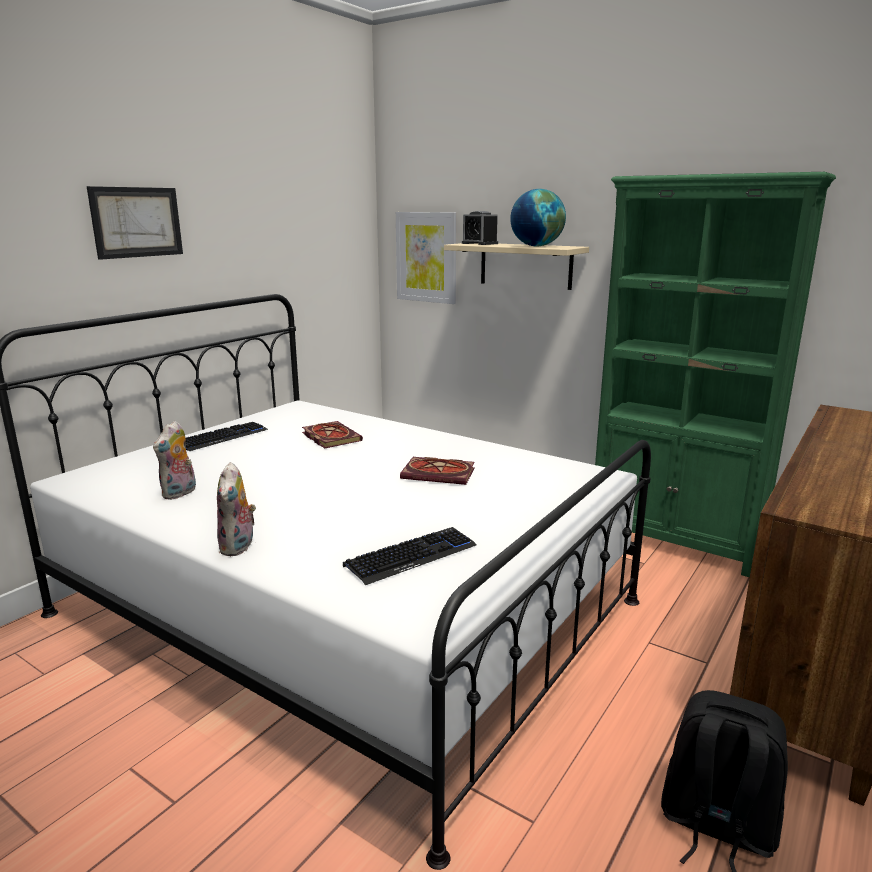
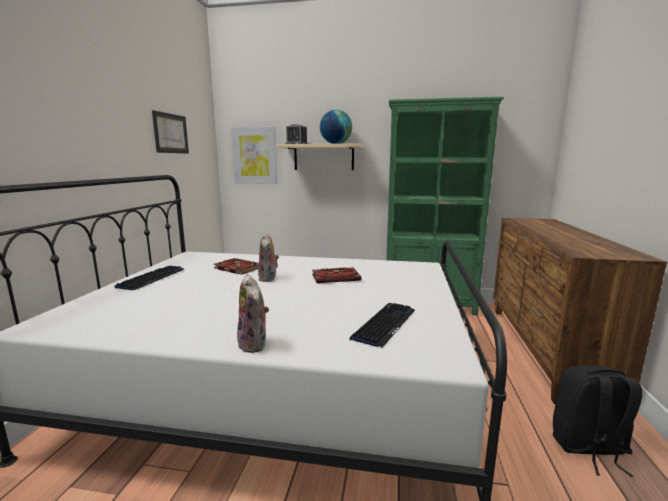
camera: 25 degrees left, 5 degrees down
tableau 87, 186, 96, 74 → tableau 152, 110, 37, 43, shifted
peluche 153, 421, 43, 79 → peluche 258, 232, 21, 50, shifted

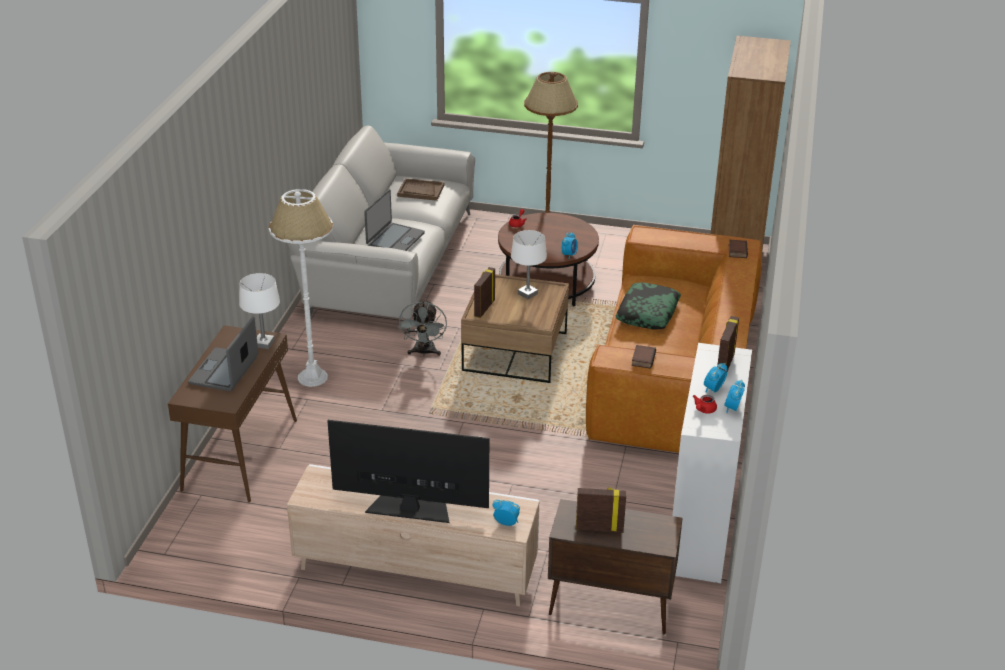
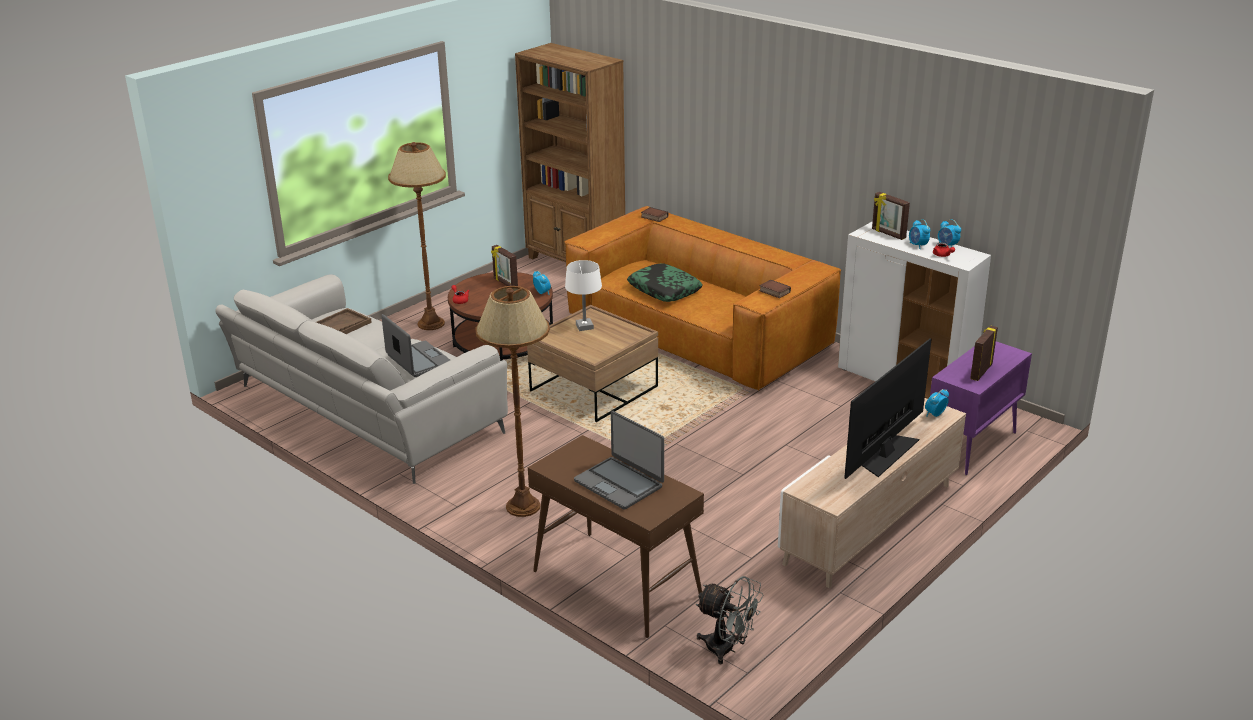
camera: 60 degrees left, 5 degrees down
lampadaire (blanc) 269, 189, 64, 198 → lampadaire (marron) 475, 286, 75, 231
cadre photo 474, 267, 21, 51 → cadre photo 491, 245, 27, 41, shifted
lampe de table (blanc) 239, 273, 41, 76 → -
ventilateur (gris) 398, 299, 49, 57 → ventilateur (gris) 696, 576, 67, 88, shifted
meuble de rangement (marron) 548, 499, 135, 136 → meuble de rangement (violet) 930, 341, 102, 134

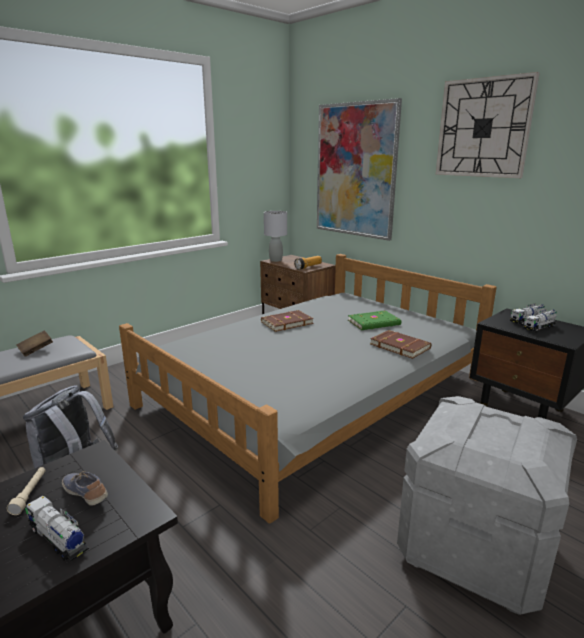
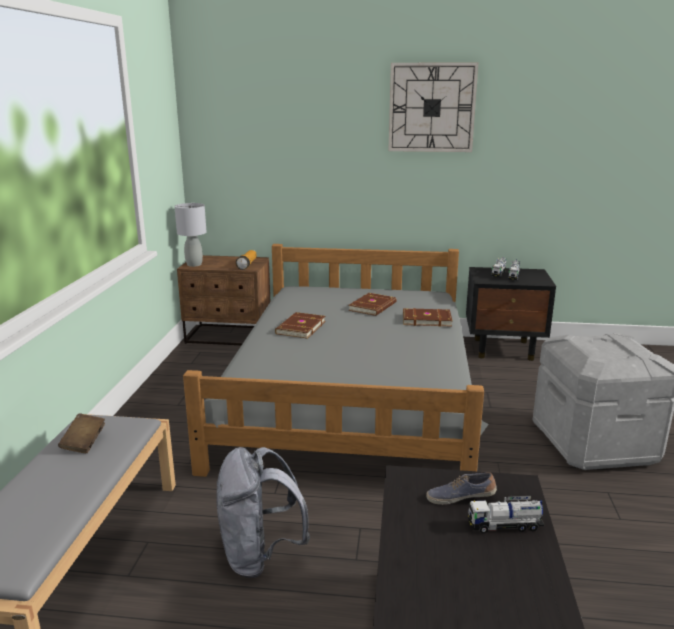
camera: 40 degrees left, 0 degrees up
tableau 317, 98, 85, 143 → -
livre (vert) 348, 310, 53, 20 → livre (marron) 348, 293, 48, 23
lampe de poche (beige) 6, 467, 40, 48 → -

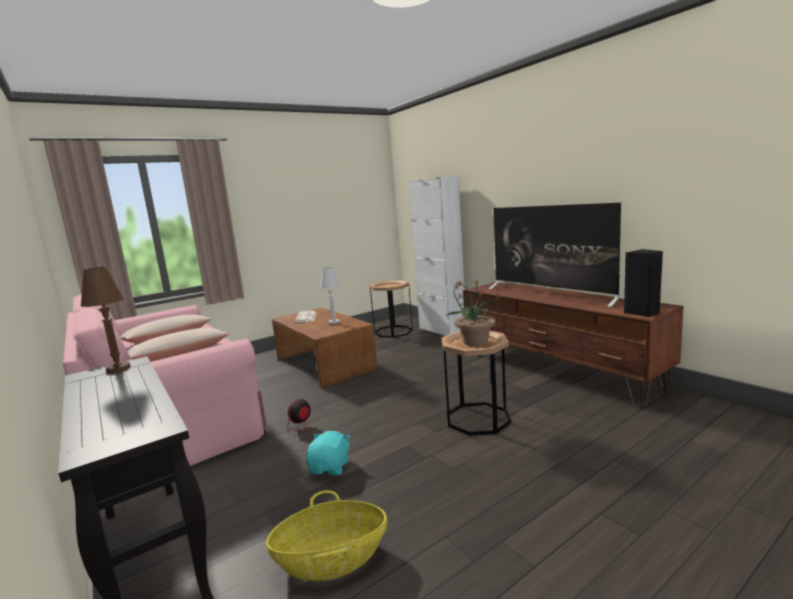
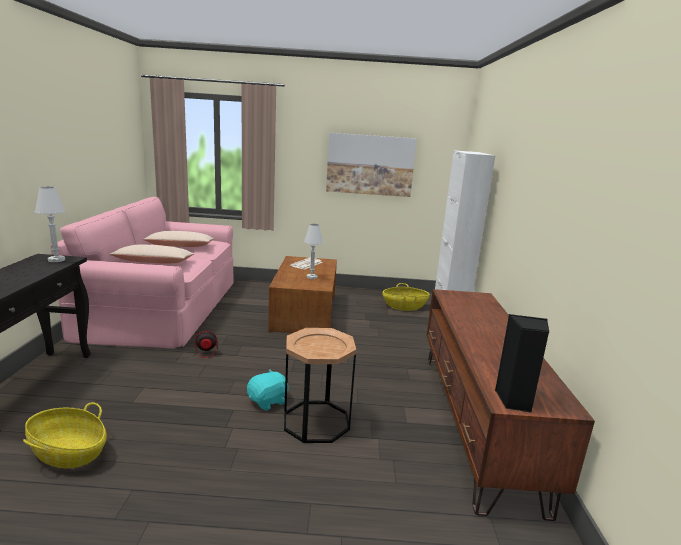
camera: 35 degrees right, 5 degrees up
téléviseur 489, 203, 135, 104 → -
lampe de table (marron) 81, 267, 50, 106 → lampe de table (blanc) 35, 187, 31, 75
table d'appoint (marron) 370, 280, 43, 58 → panier 382, 283, 48, 28
plante en pot 444, 280, 57, 66 → -
peluche (turquoise) 306, 431, 44, 45 → peluche (turquoise) 247, 369, 41, 42, shifted
- → tableau 326, 133, 91, 64

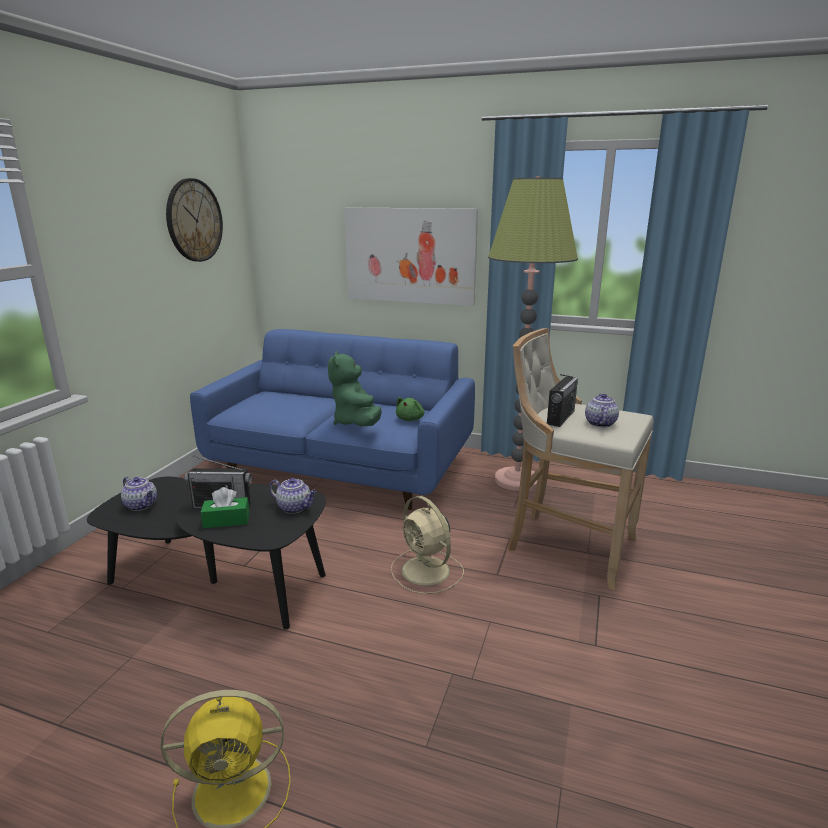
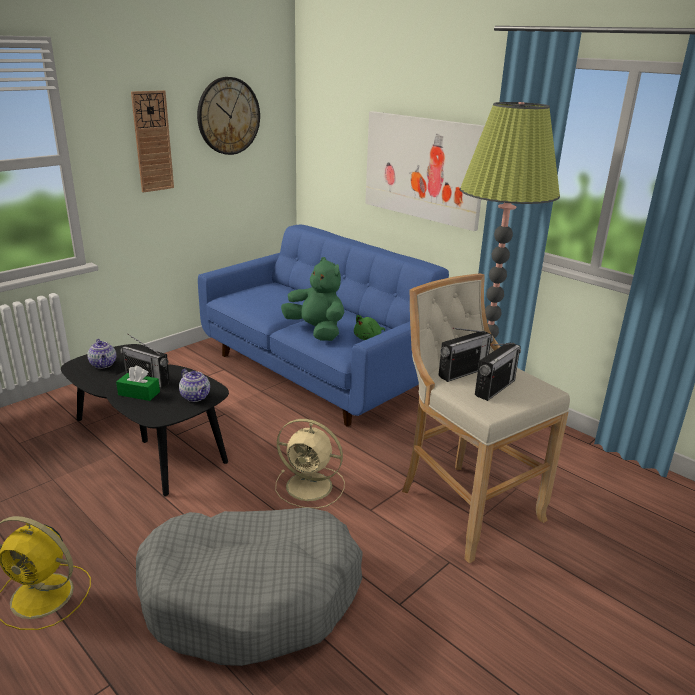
camera: 25 degrees right, 5 degrees up
peluche (vert) 328, 351, 54, 75 → peluche (vert) 281, 257, 63, 84, 120 degrees clockwise
théière 585, 394, 34, 33 → radio 475, 343, 46, 58
ventilateur (beige) 391, 496, 73, 98 → ventilateur (beige) 275, 419, 70, 90, 60 degrees counterclockwise
- → horloge murale 131, 90, 43, 103
- → panier pour chien (gris) 136, 507, 226, 159

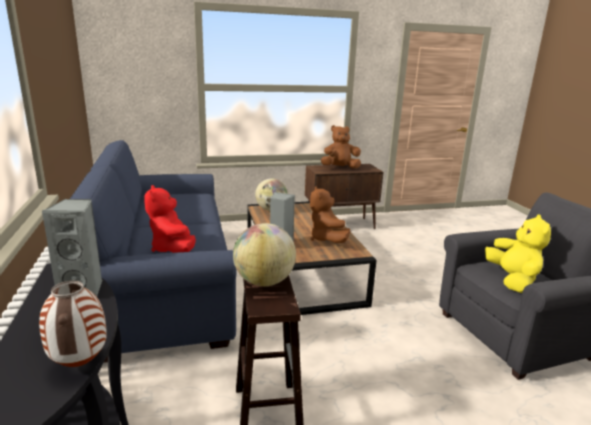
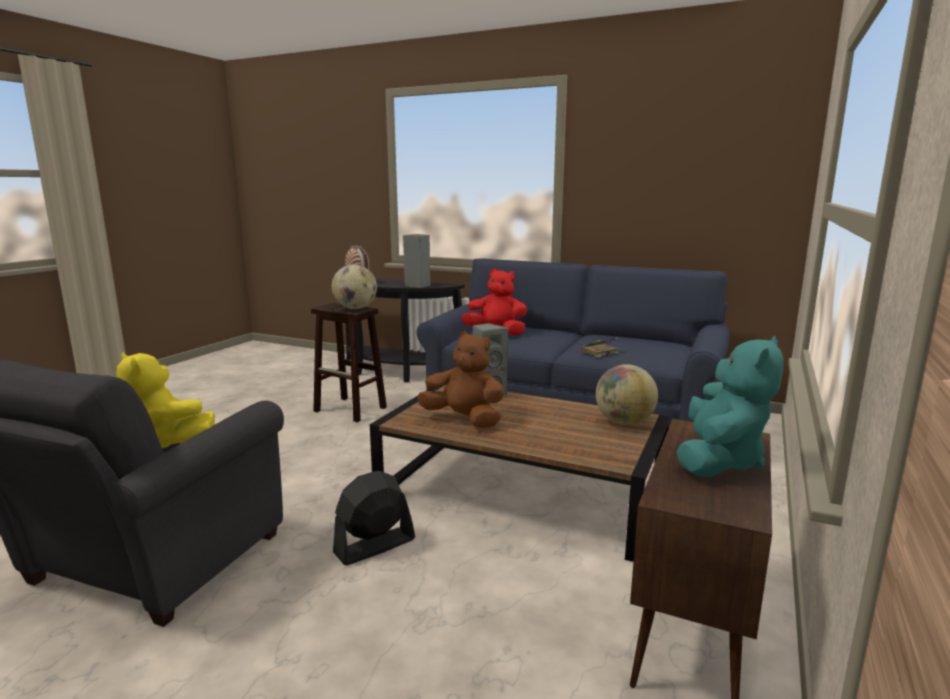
camera: 130 degrees right, 5 degrees down
peluche (marron) 321, 125, 40, 44 → peluche (turquoise) 676, 336, 108, 141
- → livre 581, 337, 38, 21
- → ventilateur (noir) 333, 471, 82, 94

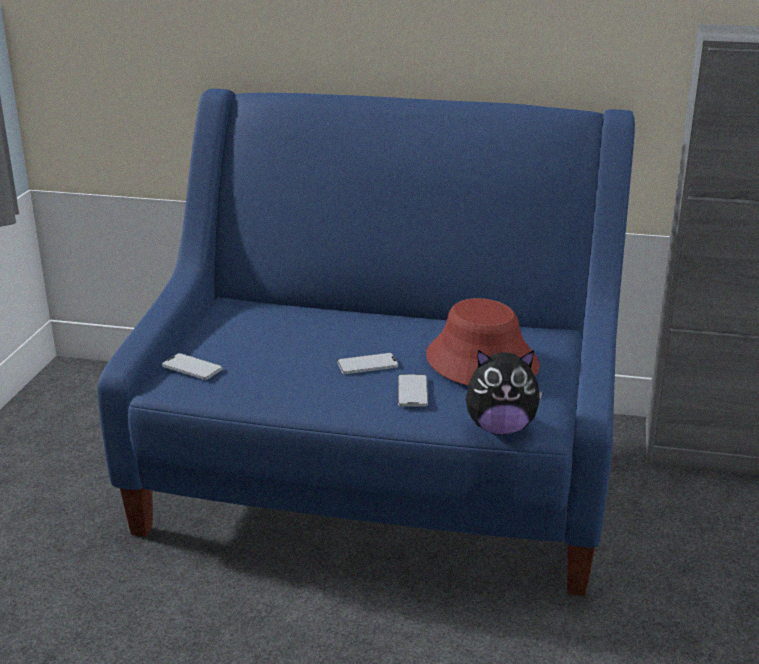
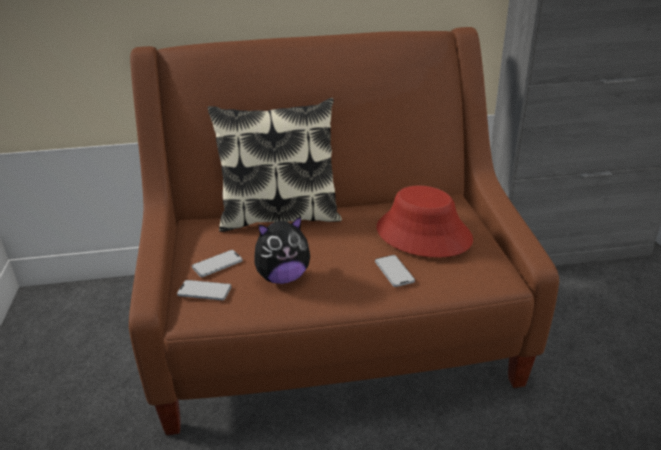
camera: 20 degrees left, 5 degrees up
canapé (bleu) 97, 89, 538, 507 → canapé (marron) 129, 27, 430, 408
peluche 466, 350, 77, 85 → peluche 254, 216, 56, 68, shifted
téléphone 337, 353, 61, 21 → téléphone 192, 250, 51, 27, shifted
- → coussin 208, 98, 134, 134

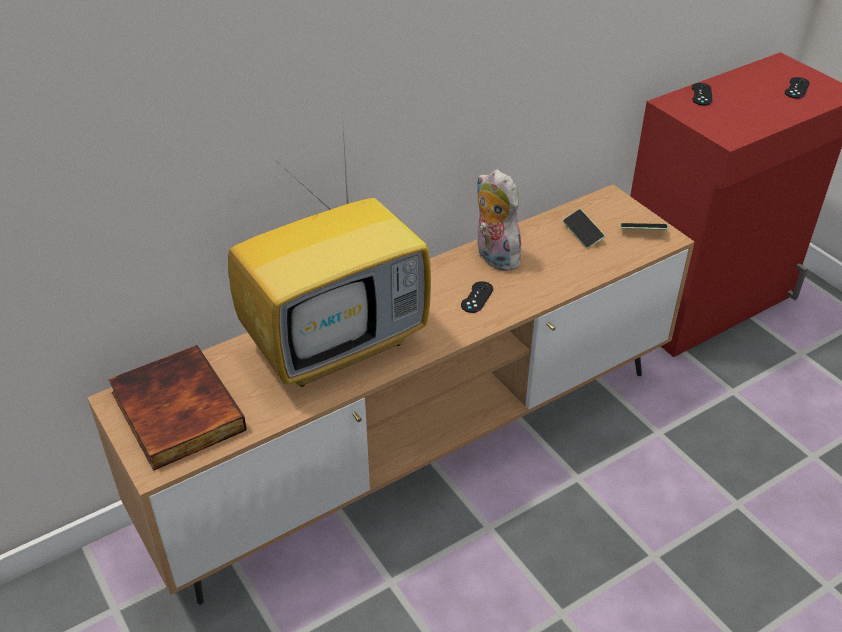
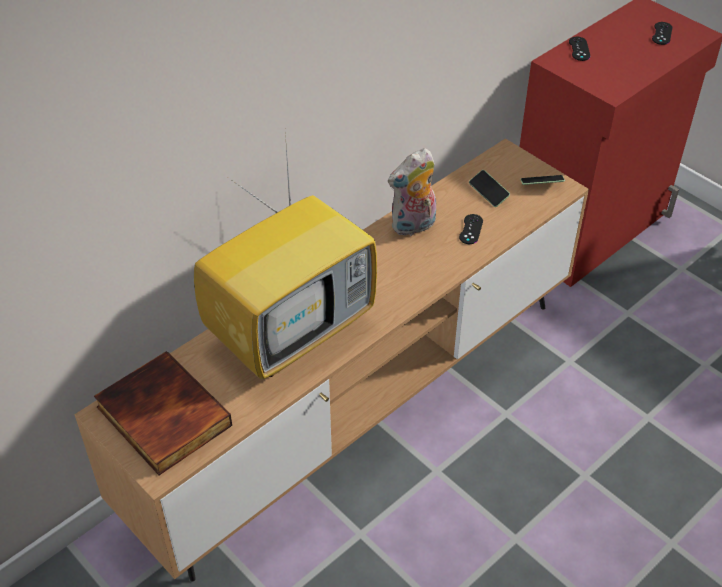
camera: 10 degrees left, 5 degrees up
peluche 477, 169, 46, 102 → peluche 388, 148, 48, 88, 75 degrees counterclockwise
manette (noir) 461, 281, 32, 32 → manette (noir) 459, 214, 24, 30, shifted

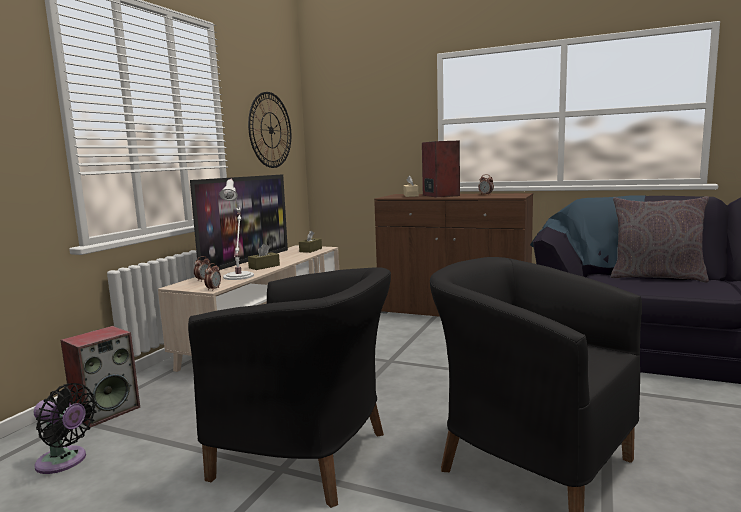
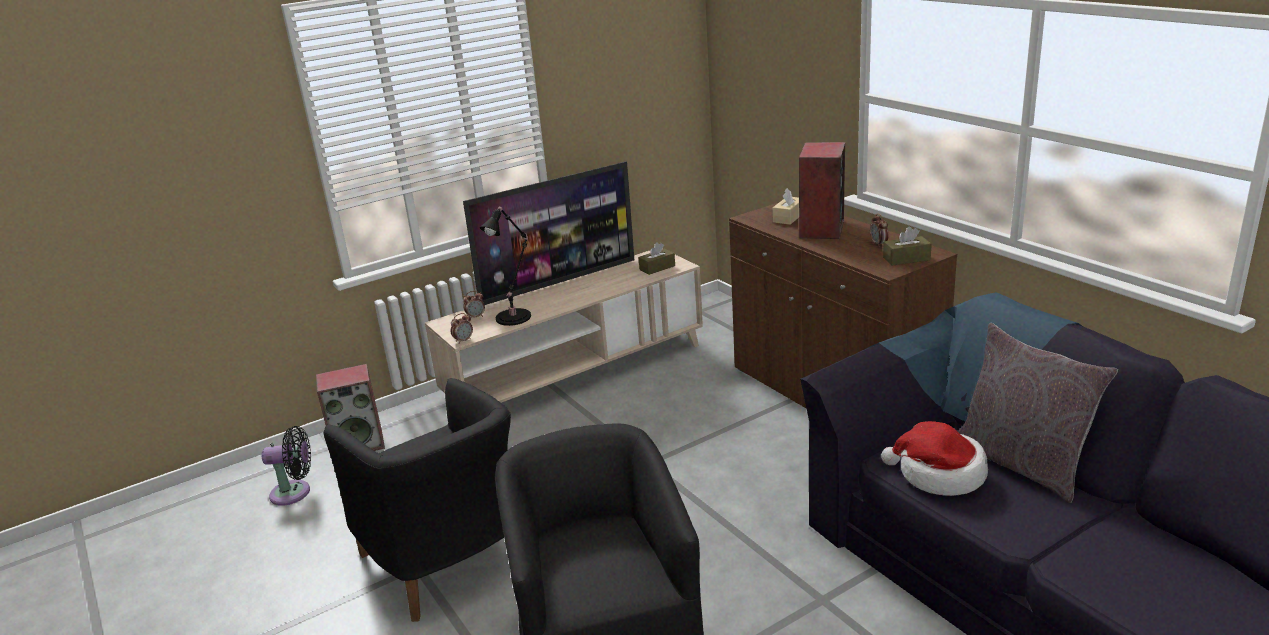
camera: 35 degrees right, 15 degrees up
horloge murale 248, 92, 43, 76 → -
lampe de table (blanc) 219, 179, 35, 101 → lampe de table (noir) 480, 206, 51, 120
boîte à mouchoirs (marron) 248, 244, 32, 26 → boîte à mouchoirs (marron) 883, 227, 49, 39, shifted
ventilateur (noir) 34, 383, 63, 91 → ventilateur (noir) 261, 426, 50, 80, 60 degrees counterclockwise
- → chapeau 881, 421, 107, 75

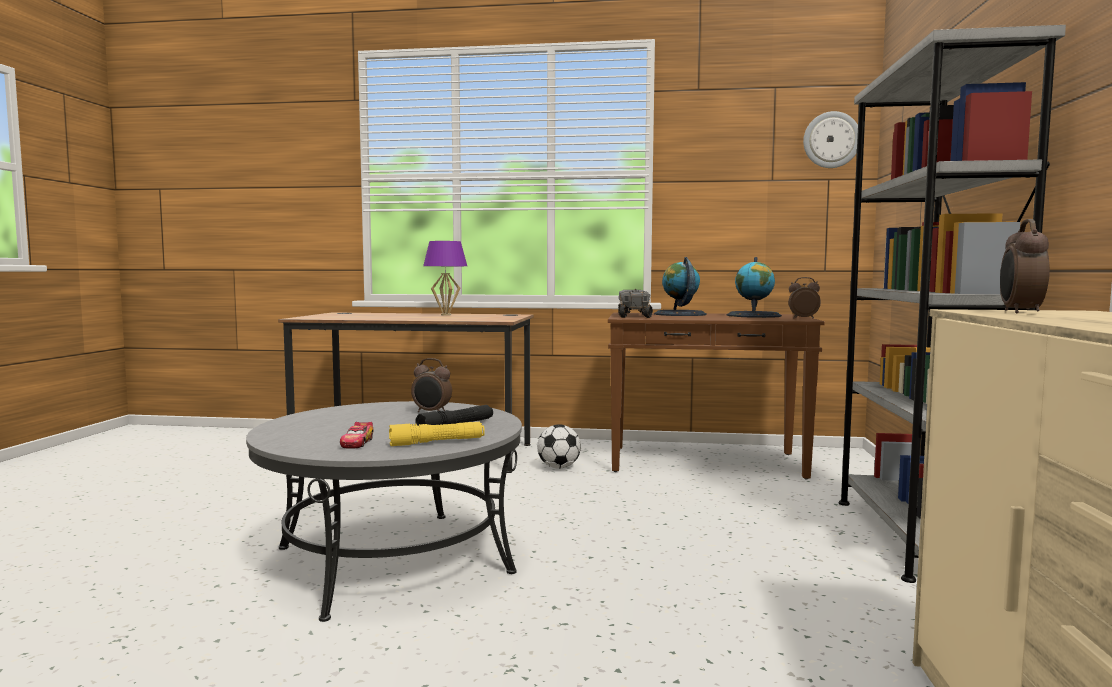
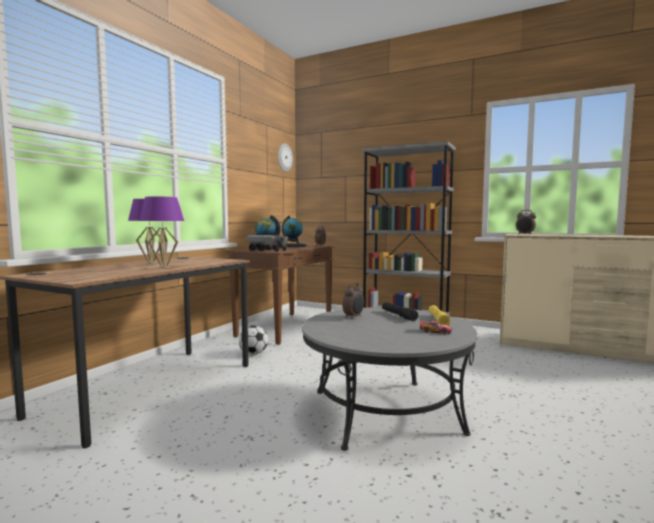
camera: 70 degrees left, 0 degrees up
- → lampe de table (violet) 140, 196, 44, 72

